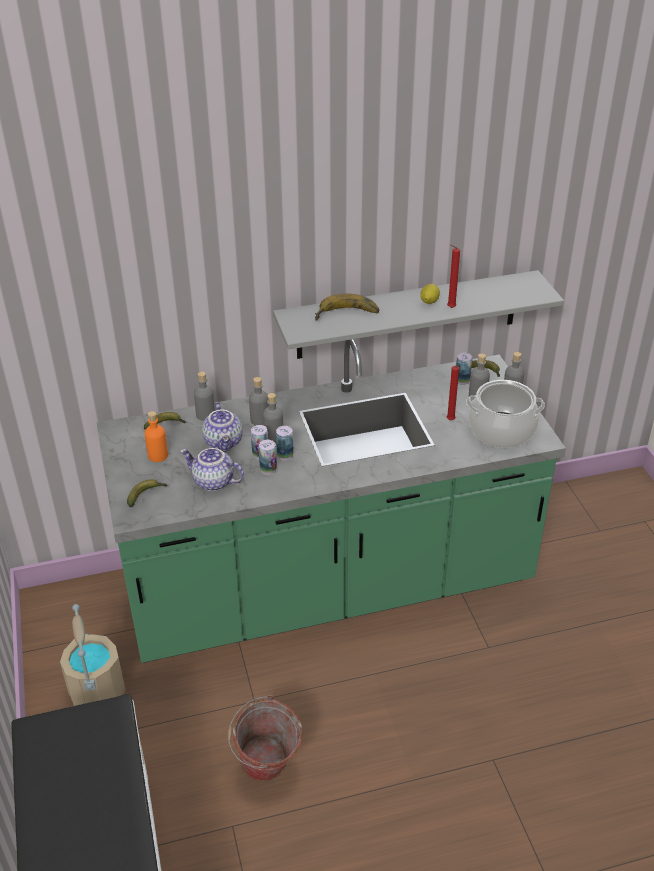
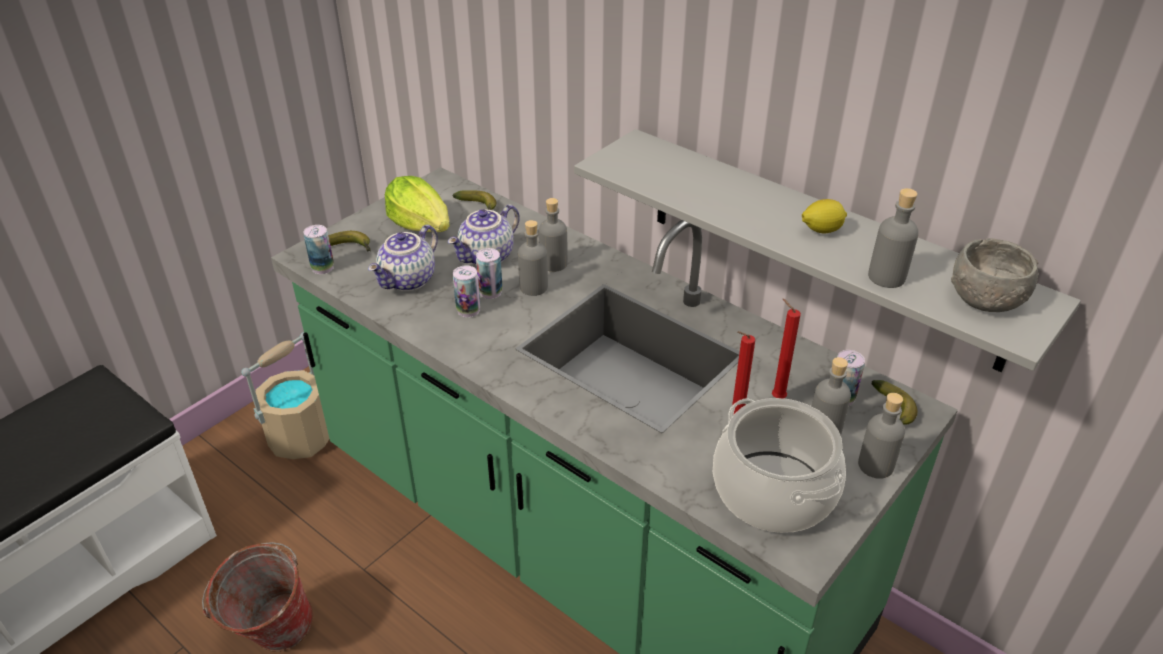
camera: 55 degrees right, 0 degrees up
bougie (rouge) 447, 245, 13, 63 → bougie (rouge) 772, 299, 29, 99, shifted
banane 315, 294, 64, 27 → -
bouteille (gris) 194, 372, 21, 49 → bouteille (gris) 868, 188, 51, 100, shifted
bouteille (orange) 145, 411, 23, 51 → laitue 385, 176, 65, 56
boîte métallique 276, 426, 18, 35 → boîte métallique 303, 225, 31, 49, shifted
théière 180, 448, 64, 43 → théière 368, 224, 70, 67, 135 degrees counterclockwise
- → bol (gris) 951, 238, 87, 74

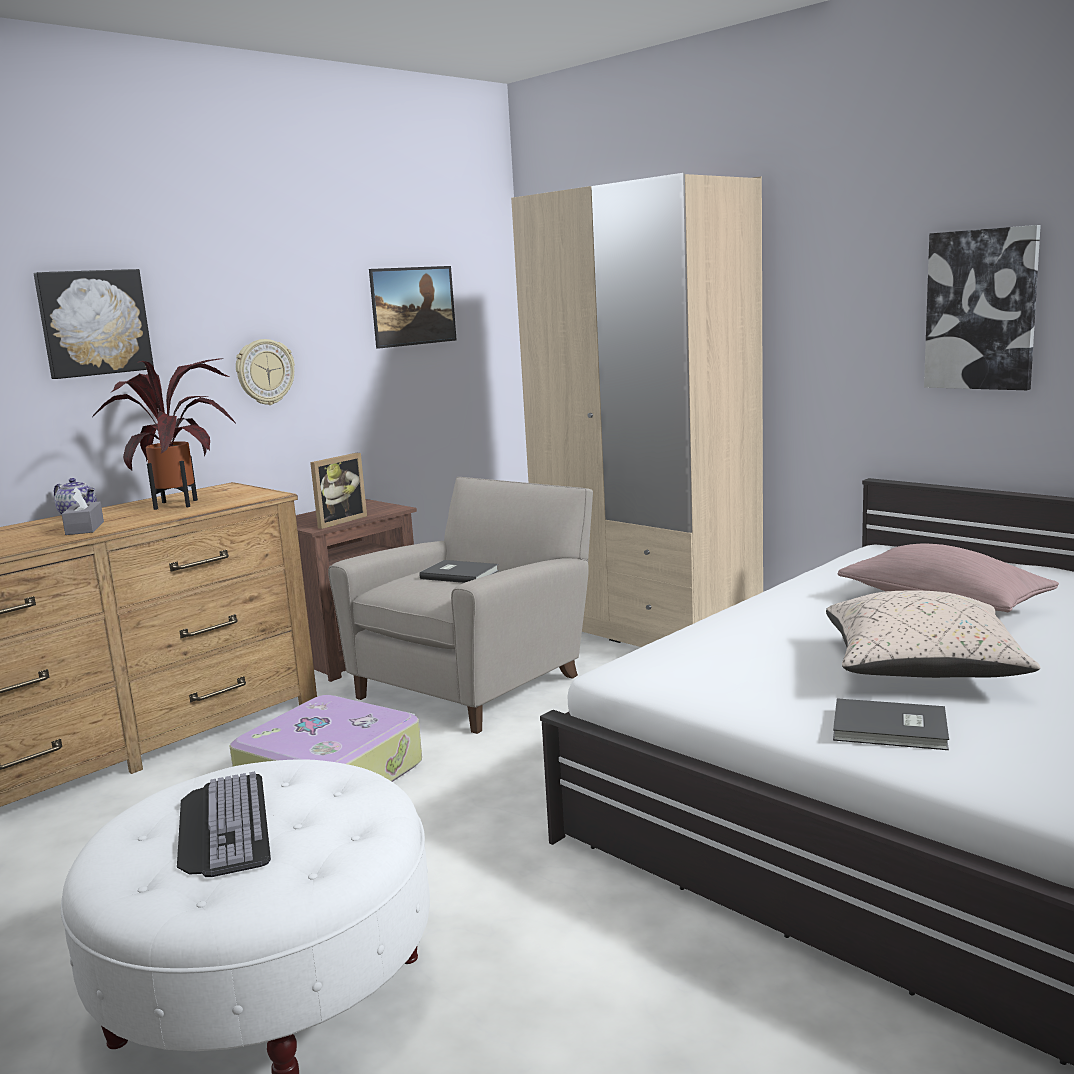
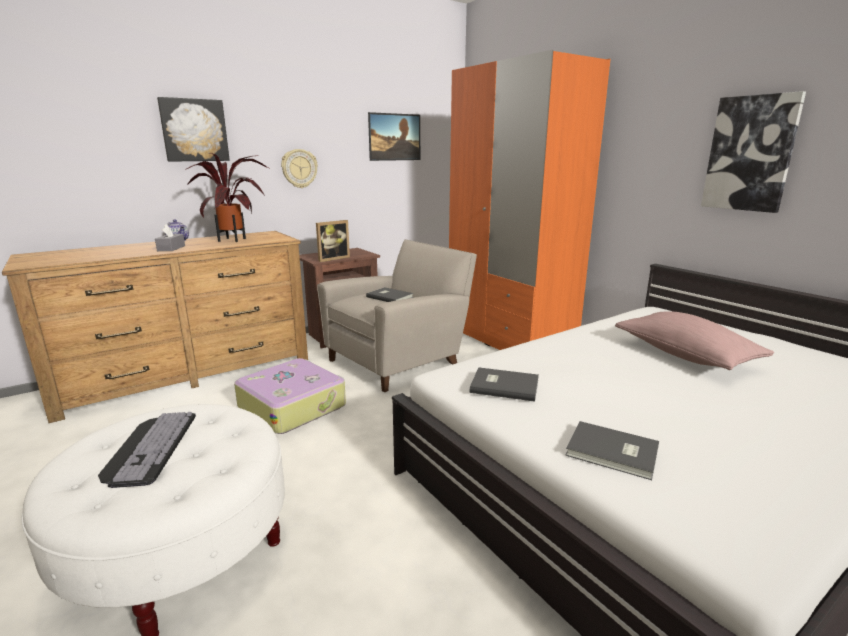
camera: 10 degrees right, 5 degrees up
armoire (beige) 511, 173, 252, 474 → armoire (orange) 449, 50, 162, 300
coussin (beige) 826, 591, 215, 87 → -
- → livre (gris) 470, 367, 69, 35

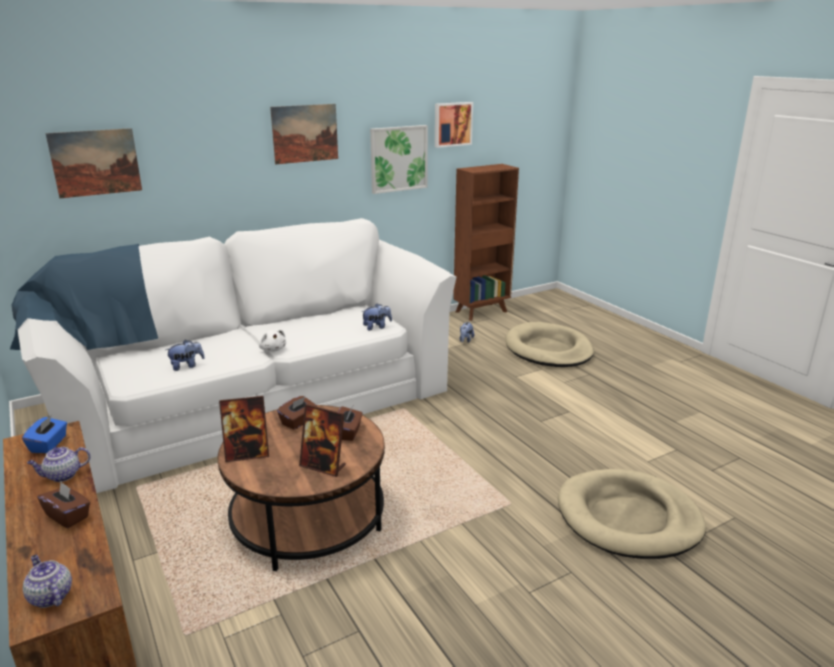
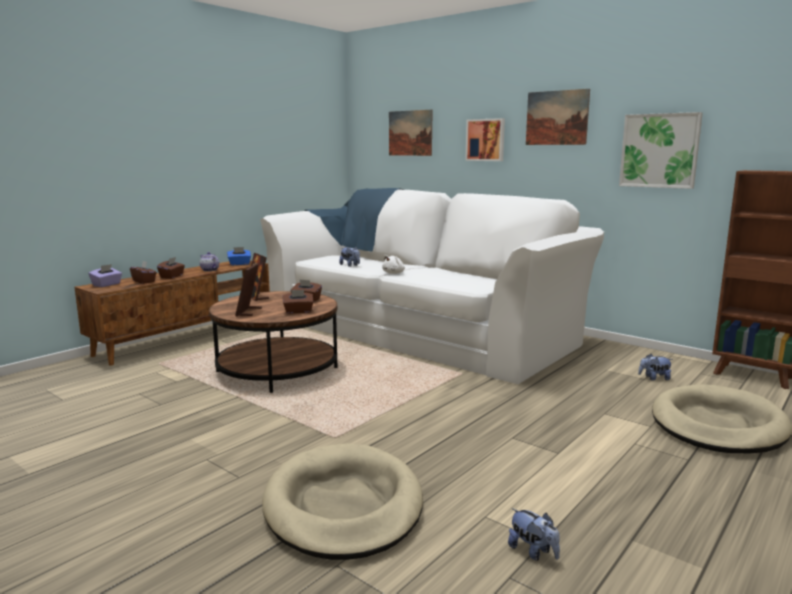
camera: 70 degrees right, 10 degrees down
tableau 435, 102, 38, 46 → tableau 465, 118, 40, 43, shifted
peluche 361, 303, 31, 27 → peluche 508, 508, 52, 53, shifted
théière 23, 555, 49, 53 → boîte à mouchoirs (violet) 89, 264, 33, 23
- → boîte à mouchoirs (marron) 130, 261, 27, 23

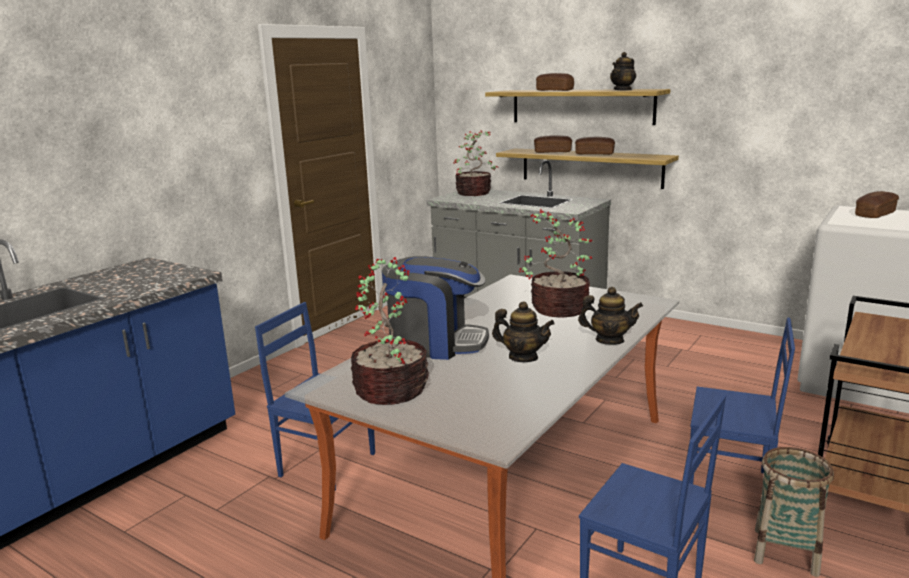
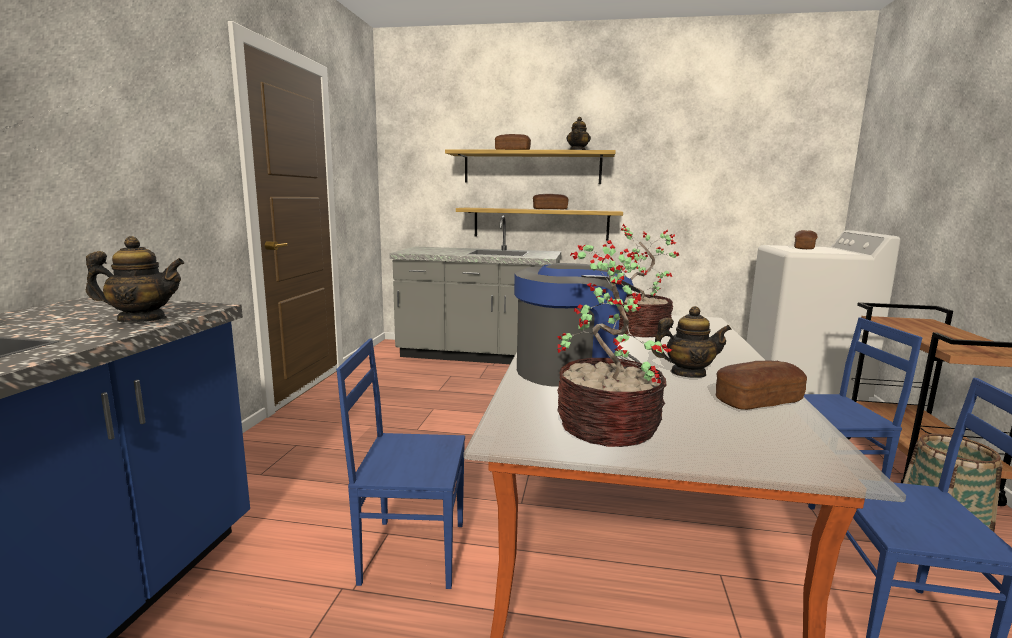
camera: 25 degrees left, 5 degrees down
plante en pot 454, 131, 44, 65 → -
pain 534, 135, 38, 18 → pain 716, 361, 91, 49, shifted
théière 578, 287, 65, 58 → théière 86, 236, 98, 86, shifted

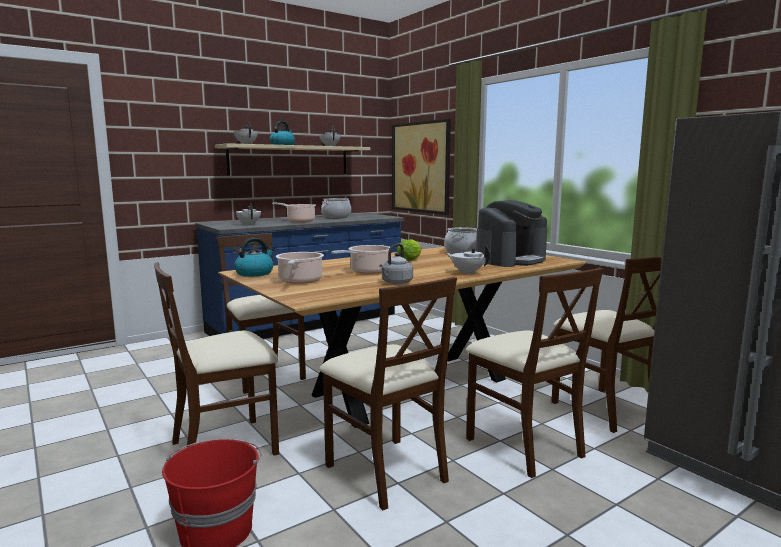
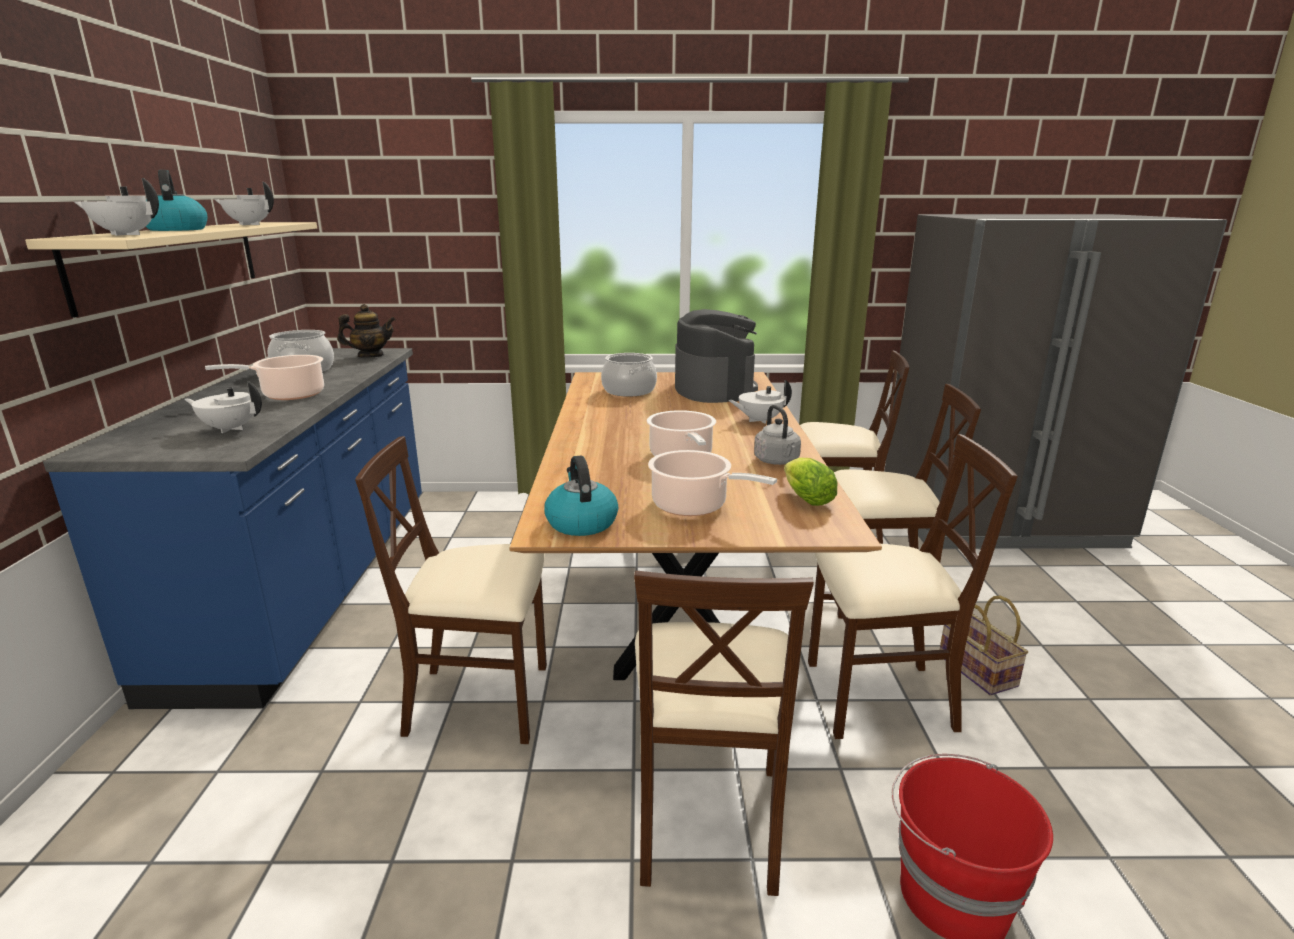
camera: 55 degrees left, 10 degrees up
tableau 392, 118, 59, 97 → -
laitue 397, 239, 25, 22 → laitue 784, 458, 54, 48, shifted
- → théière 337, 304, 59, 54
- → panier 940, 596, 88, 99

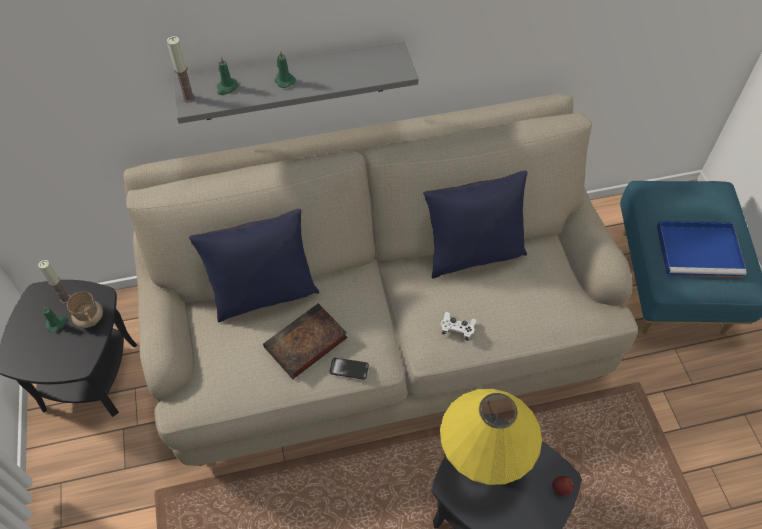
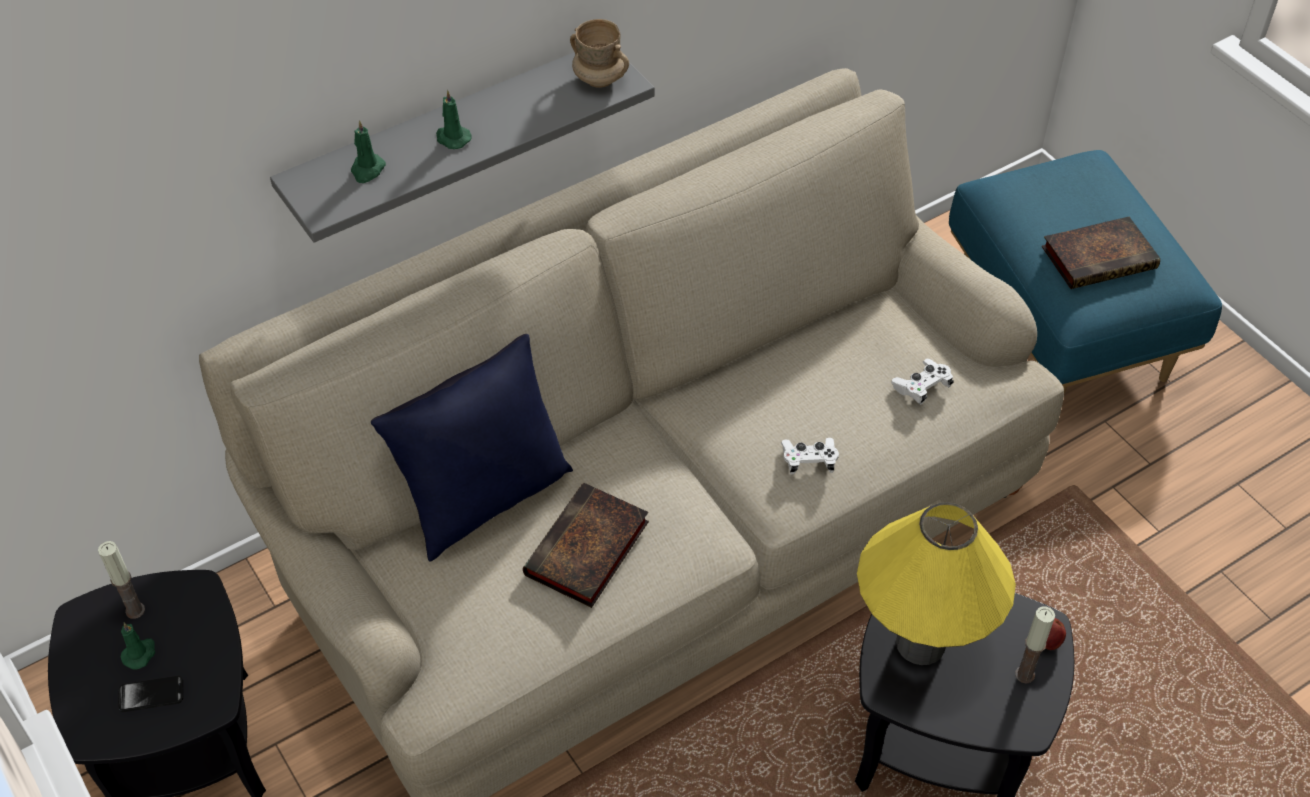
camera: 20 degrees left, 5 degrees down
bougie 167, 36, 28, 66 → bougie 1015, 606, 40, 78, shifted
coussin (bleu) 423, 171, 105, 108 → -
plateau (bleu) 656, 221, 90, 56 → livre 1042, 217, 118, 72
mug (beige) 67, 291, 36, 37 → mug (beige) 570, 19, 59, 69, shifted
téléphone 330, 358, 39, 22 → téléphone 118, 675, 65, 37, shifted
- → manette (blanc) 891, 358, 63, 47

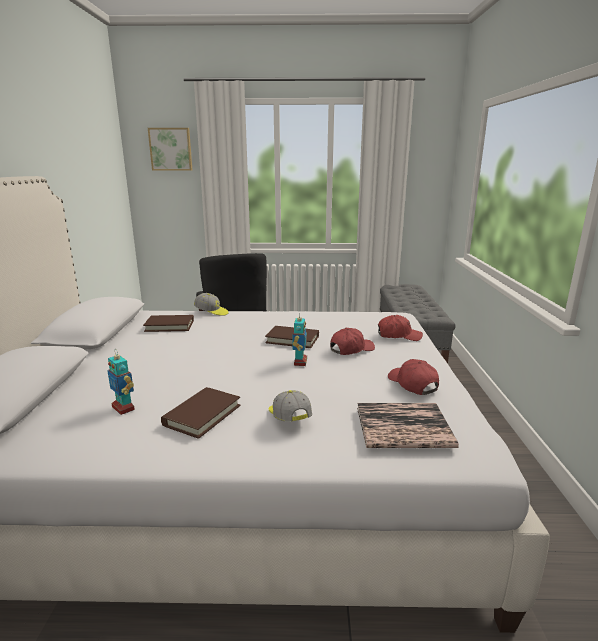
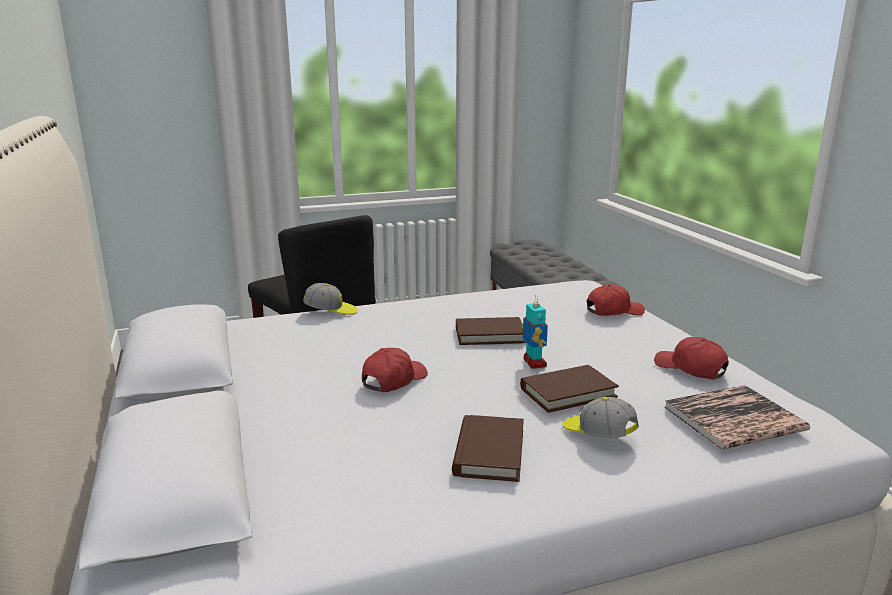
camera: 20 degrees left, 0 degrees up
tableau 148, 128, 44, 43 → -
livre (marron) 143, 315, 51, 17 → livre (marron) 520, 365, 99, 48, shifted
casquette (rouge) 330, 328, 45, 27 → casquette (rouge) 362, 348, 66, 44, shifted
robot jouet 108, 352, 27, 63 → -

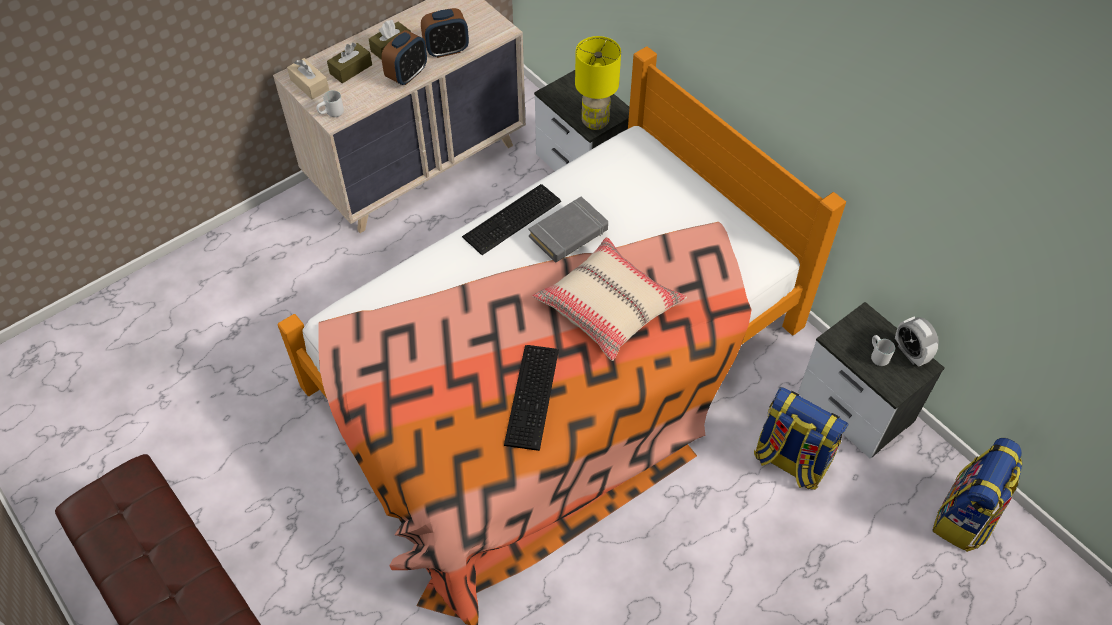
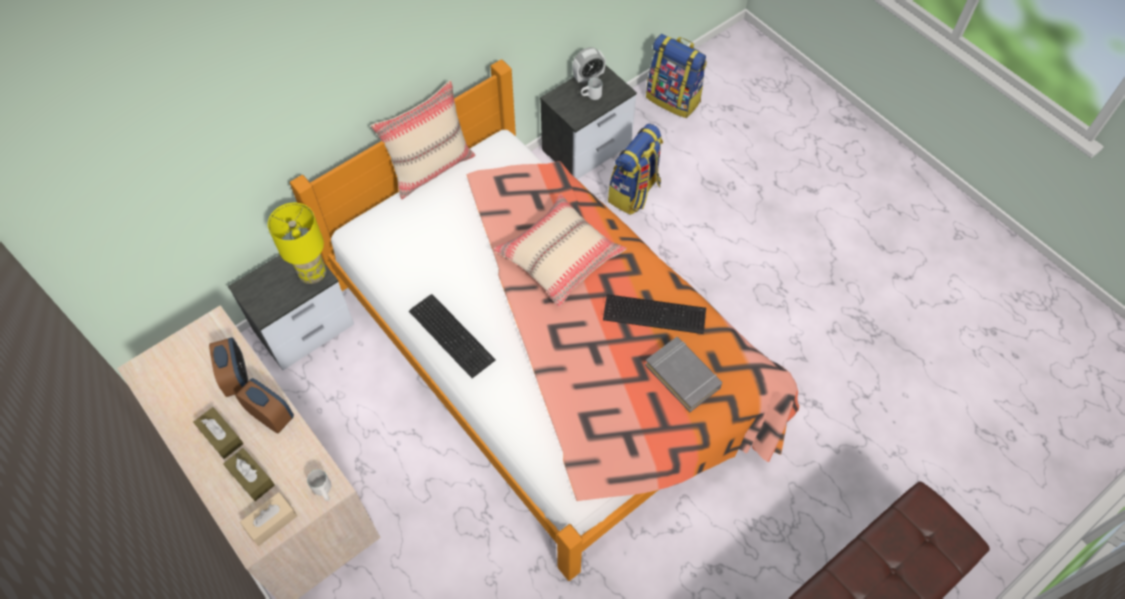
camera: 90 degrees left, 5 degrees up
livre (gris) 529, 196, 79, 66 → livre (gris) 645, 337, 77, 75, shifted
- → coussin (beige) 371, 80, 104, 119

